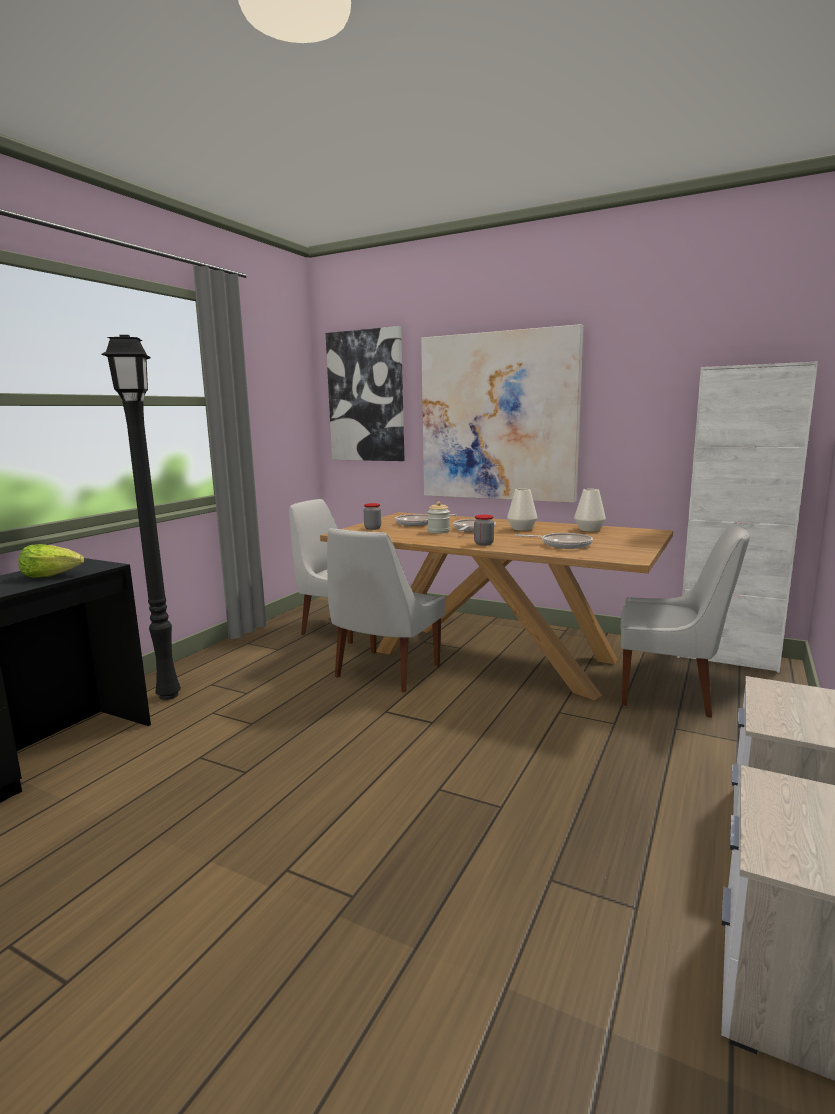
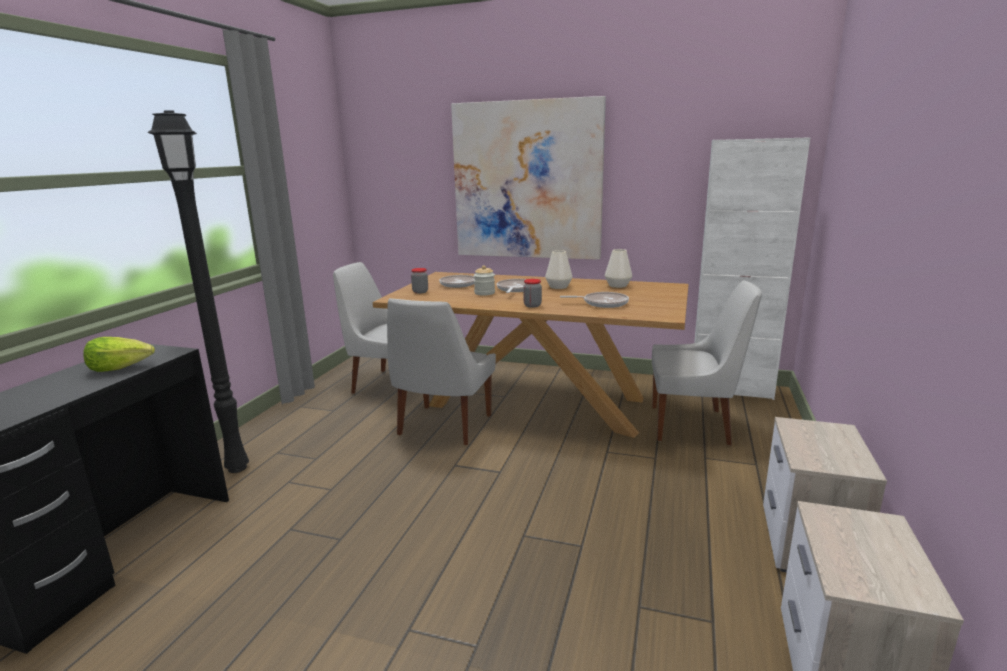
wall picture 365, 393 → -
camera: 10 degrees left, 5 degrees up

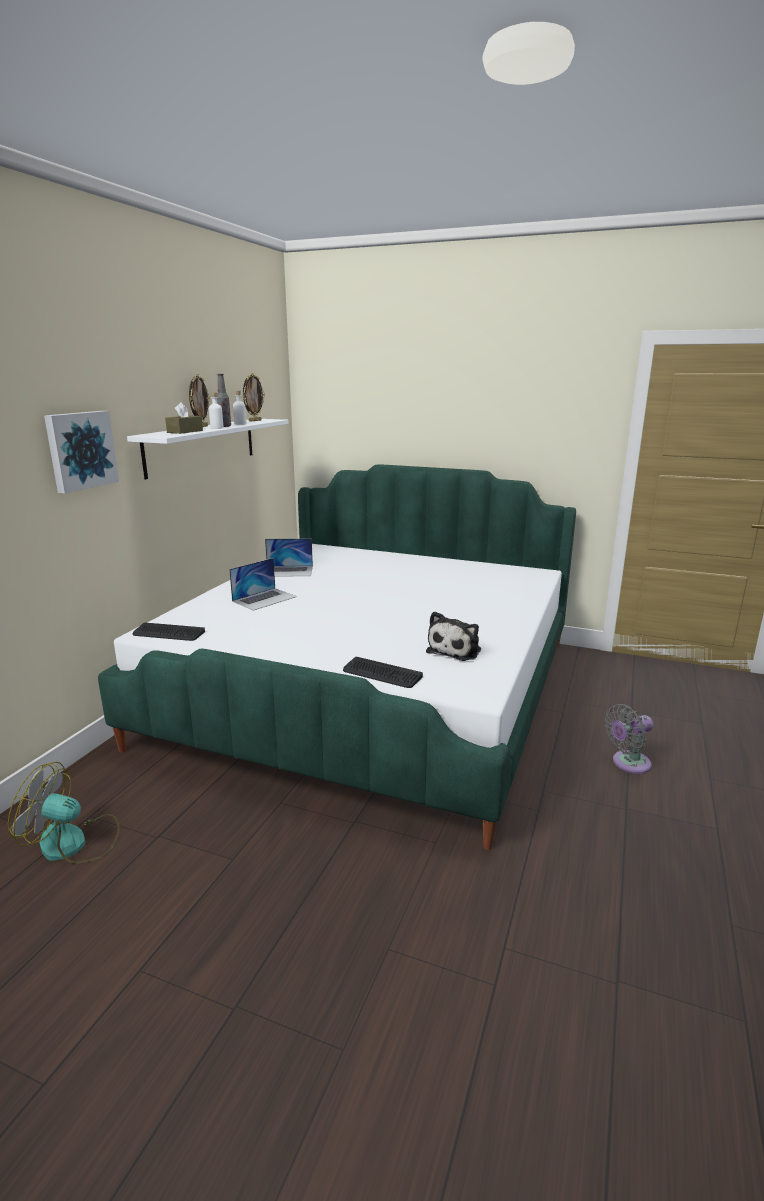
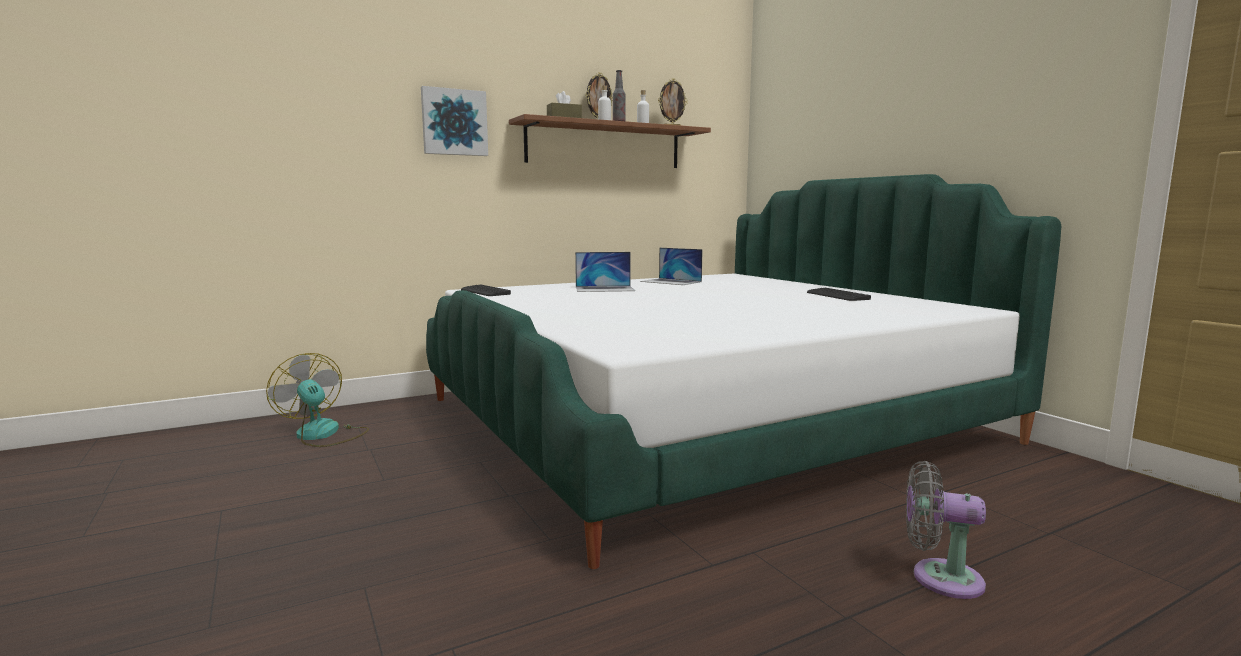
bracket shelf/whitish 208, 449 → bracket shelf/brown 610, 141
computer keyboard 383, 672 → computer keyboard 839, 294, shifted
cuddly toy 453, 636 → -
camera: 40 degrees right, 10 degrees down

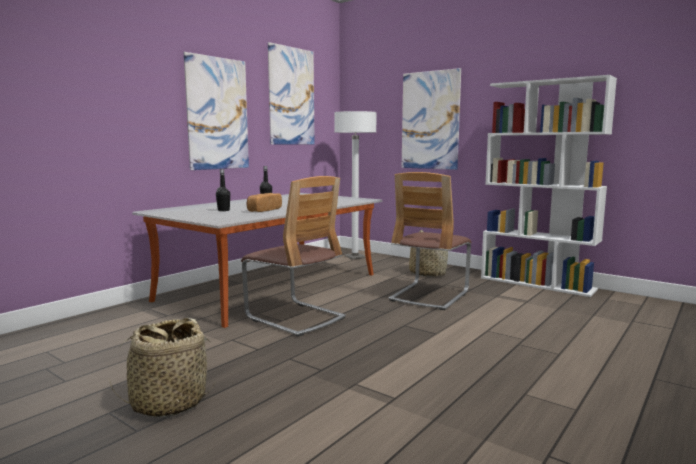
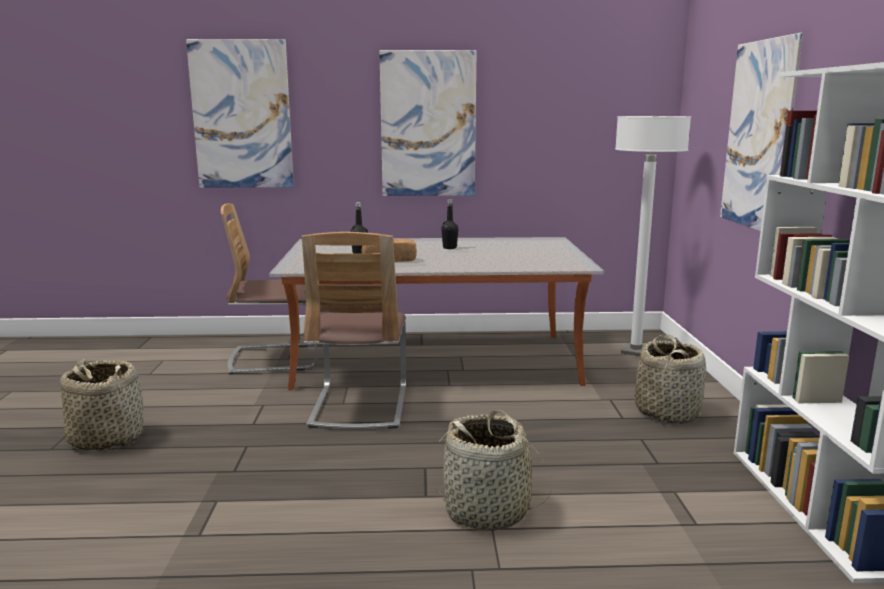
wall picture 291, 93 → wall picture 240, 113, shifted
plain chair 430, 241 → plain chair 269, 289, shifted
- → household basket 493, 470
camera: 50 degrees right, 5 degrees up

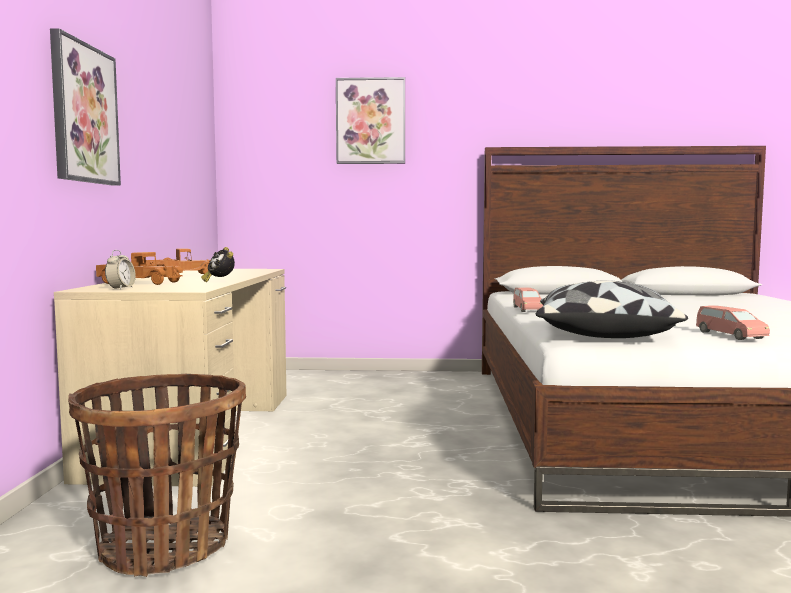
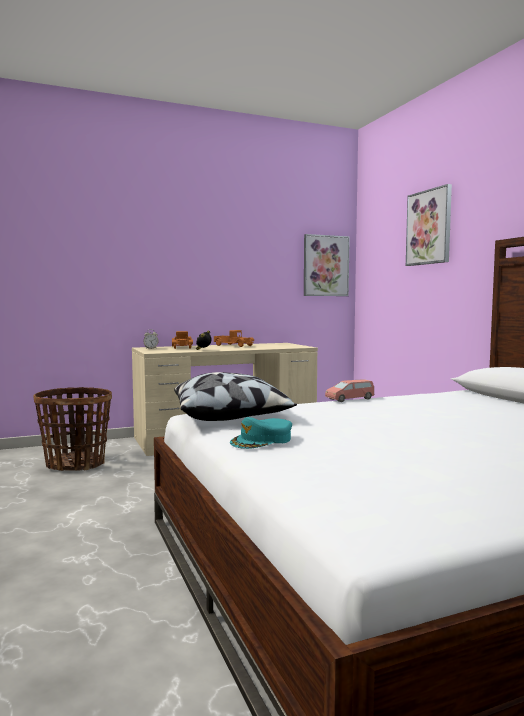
wall picture 85, 107 → wall picture 327, 265, shifted
model car/pink 733, 323 → baseball cap/blue-green 261, 433
camera: 65 degrees right, 0 degrees up

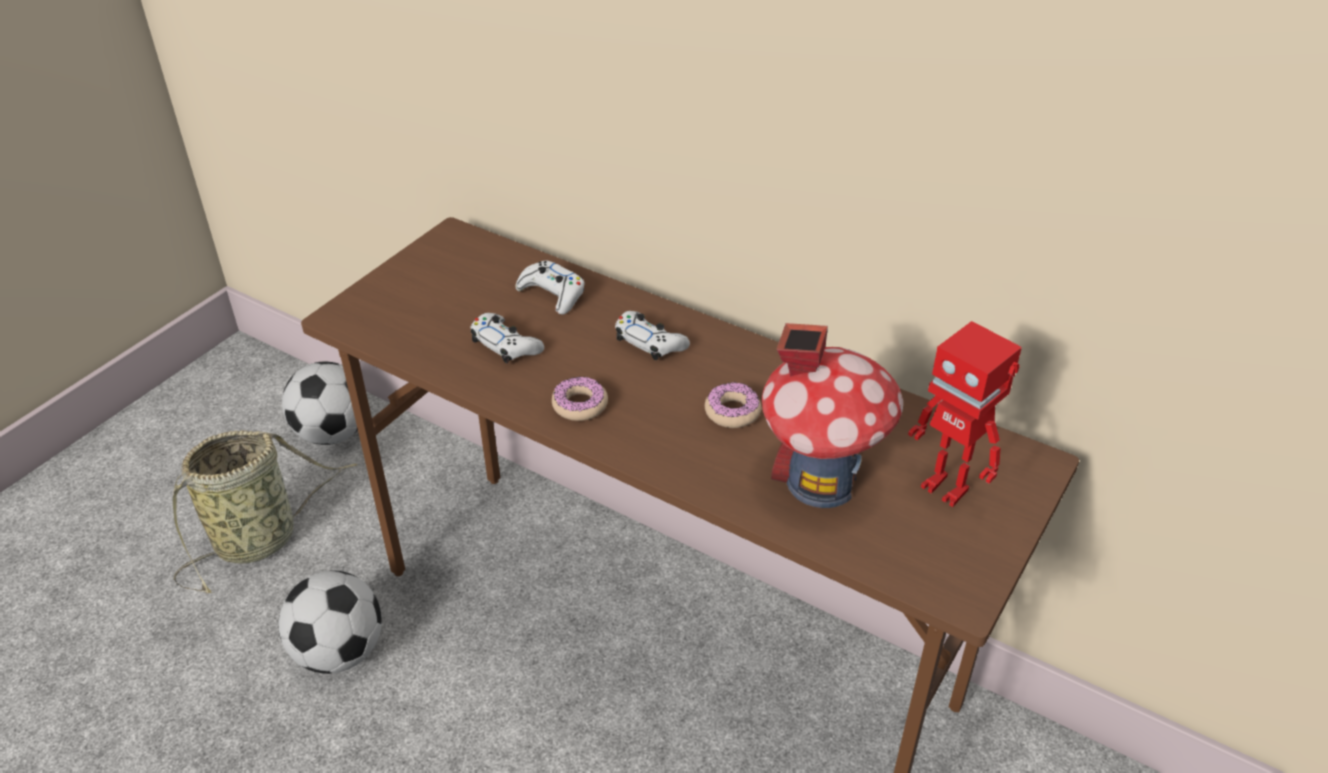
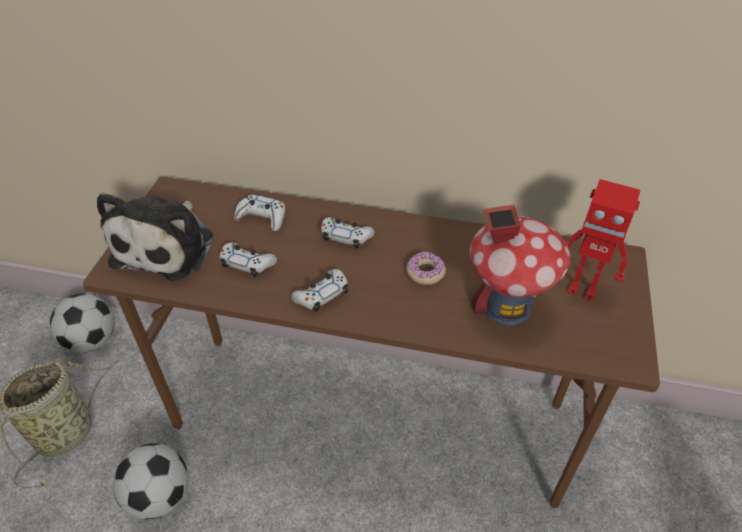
ring doughnut 580, 398 → gamepad/whitish 319, 290
- → cuddly toy 155, 237
camera: 20 degrees left, 5 degrees up

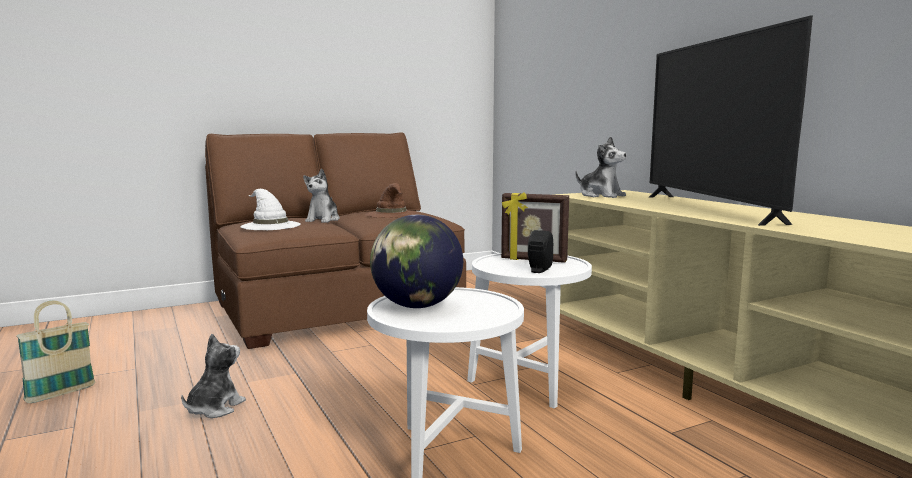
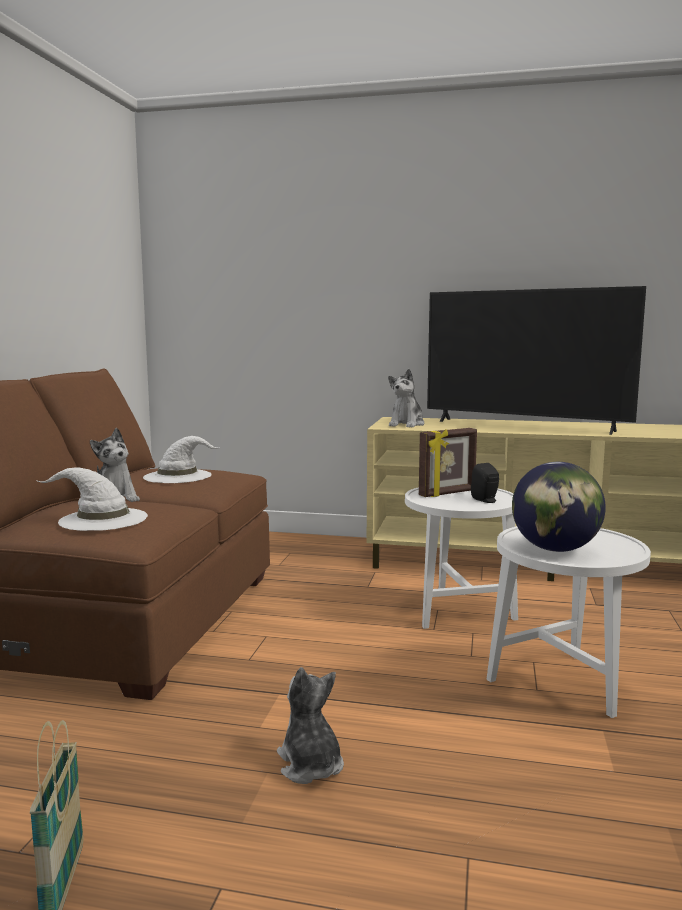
wearable hat/brown 391, 200 → wearable hat/whitish 181, 459
cuddly toy 601, 167 → cuddly toy 406, 398, 120 degrees clockwise
camera: 50 degrees left, 0 degrees up

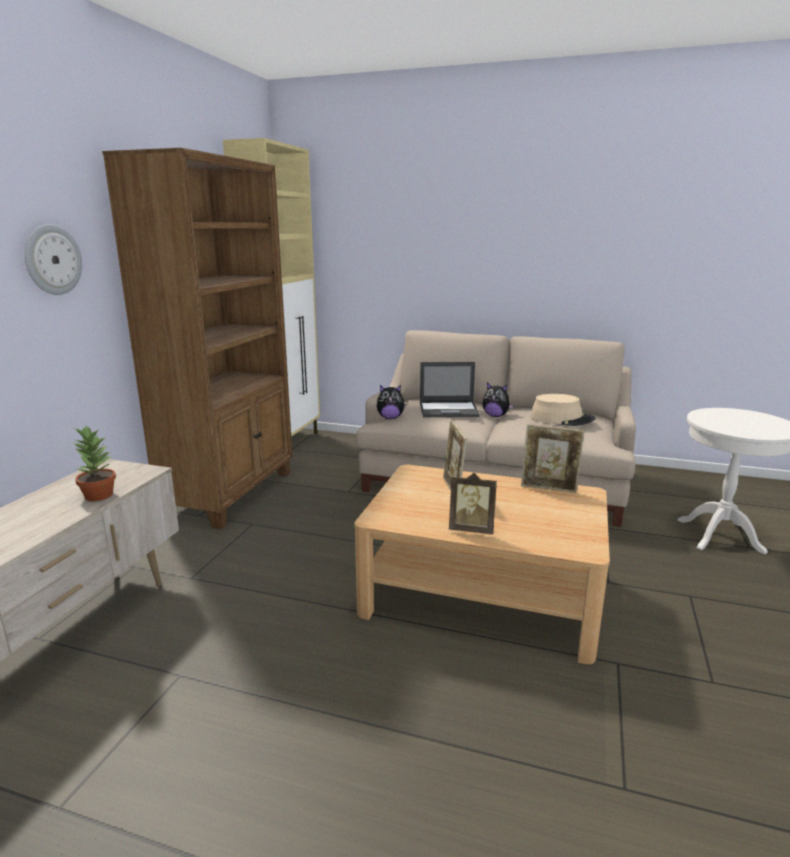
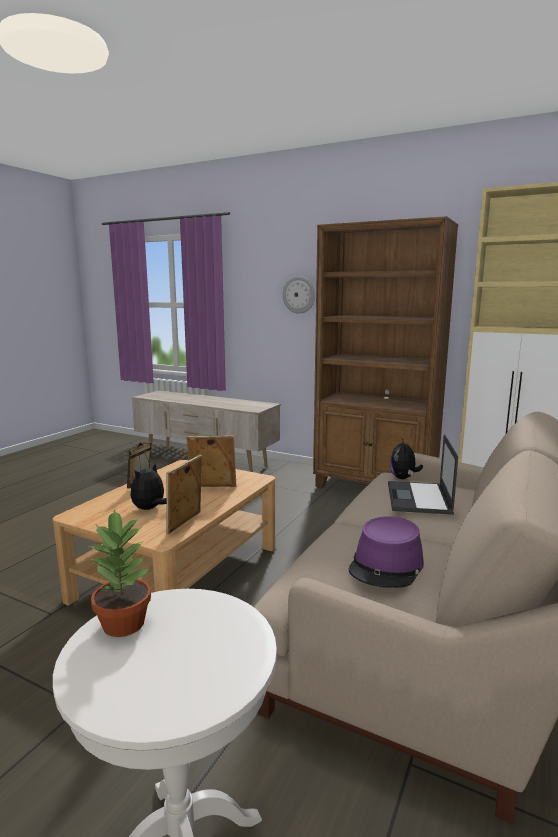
houseplant 95, 463 → houseplant 120, 573, shifted
cuddly toy 498, 400 → cuddly toy 148, 487, shifted
wearable hat/beige 563, 410 → wearable hat/purple 386, 552
camera: 100 degrees right, 5 degrees down

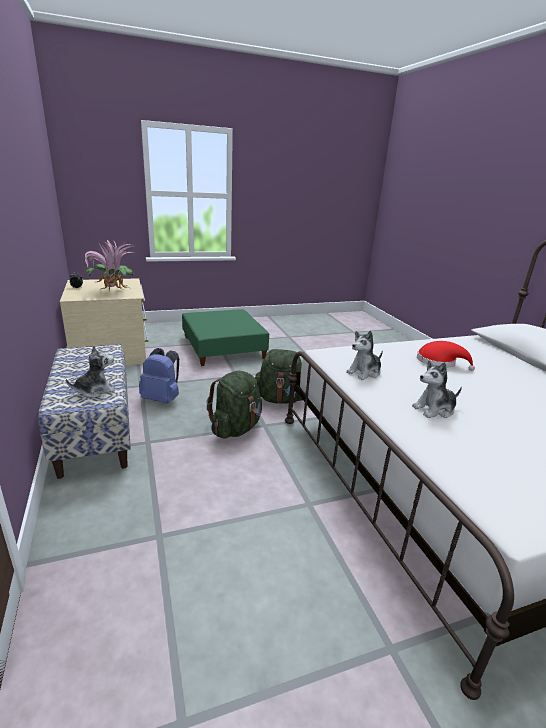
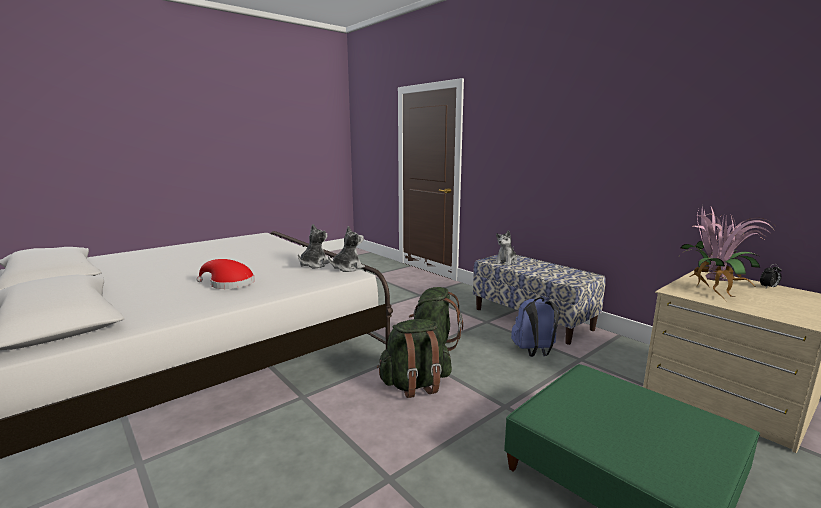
cuddly toy 437, 389 → cuddly toy 346, 249, shifted
camera: 160 degrees right, 10 degrees down

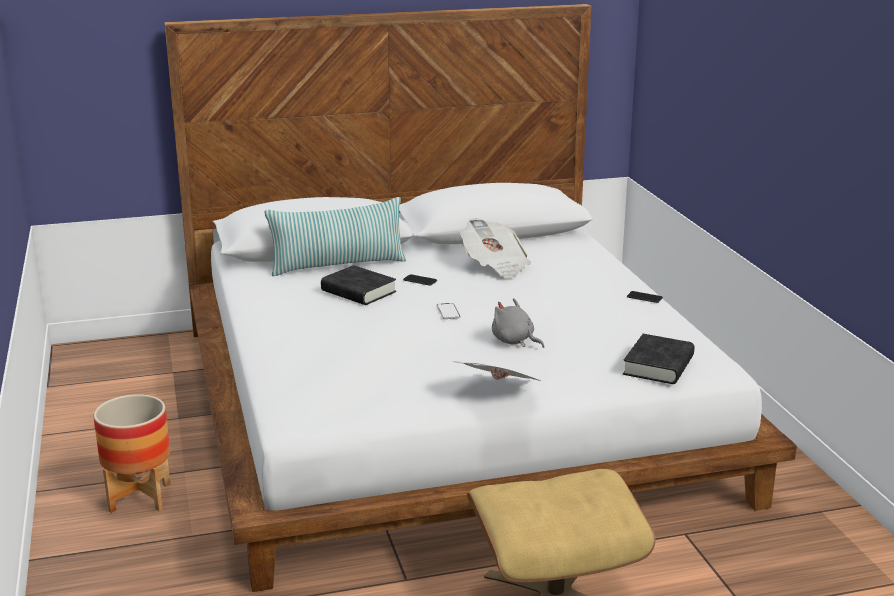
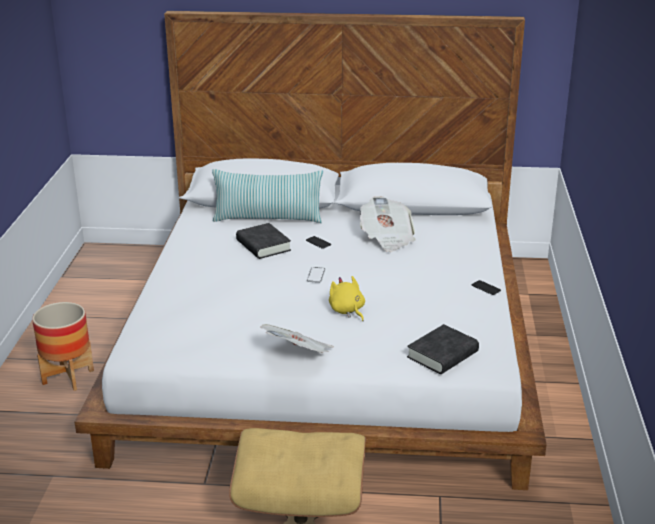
cuddly toy/gray 518, 323 → cuddly toy/yellow-coloured 347, 298
camera: 20 degrees right, 5 degrees up

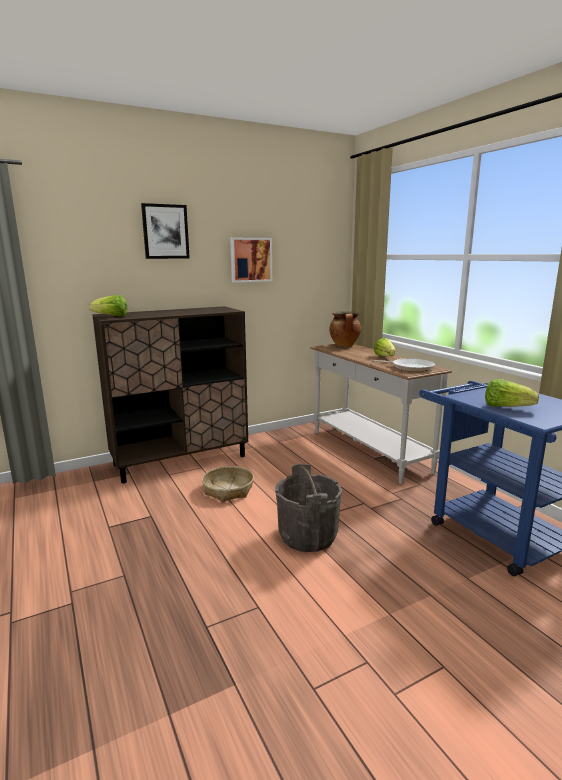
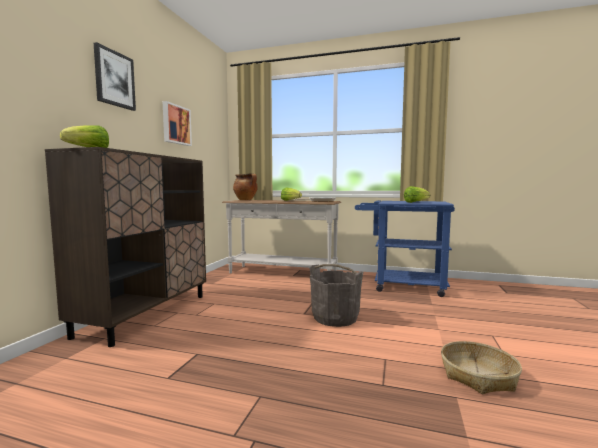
household basket 228, 484 → household basket 481, 367, shifted
camera: 45 degrees left, 10 degrees down

